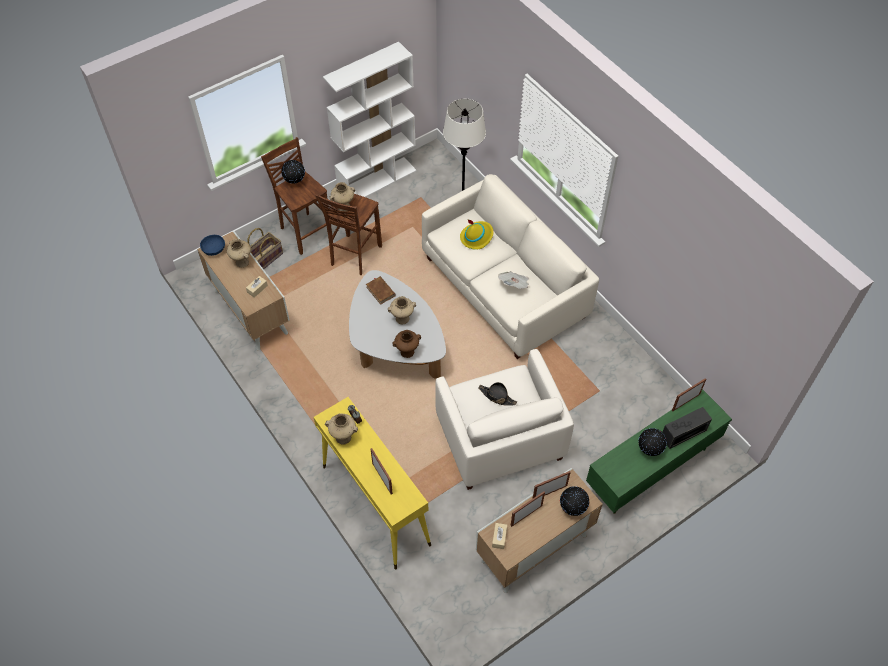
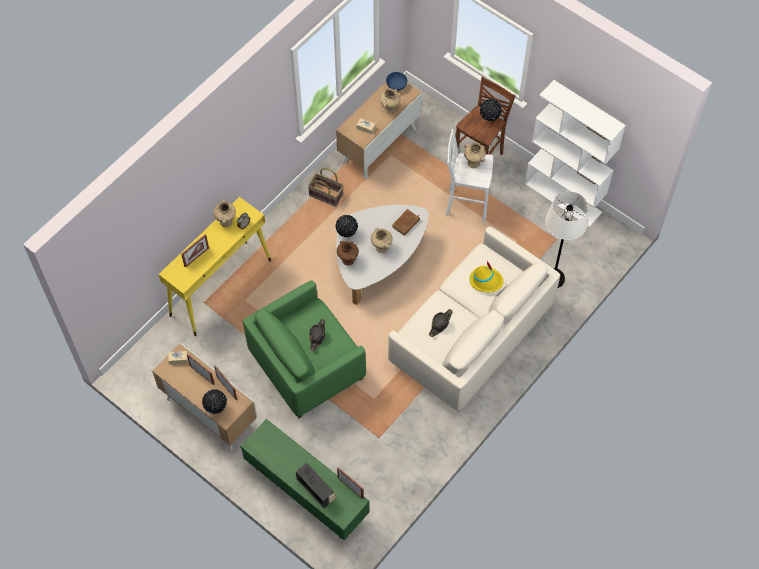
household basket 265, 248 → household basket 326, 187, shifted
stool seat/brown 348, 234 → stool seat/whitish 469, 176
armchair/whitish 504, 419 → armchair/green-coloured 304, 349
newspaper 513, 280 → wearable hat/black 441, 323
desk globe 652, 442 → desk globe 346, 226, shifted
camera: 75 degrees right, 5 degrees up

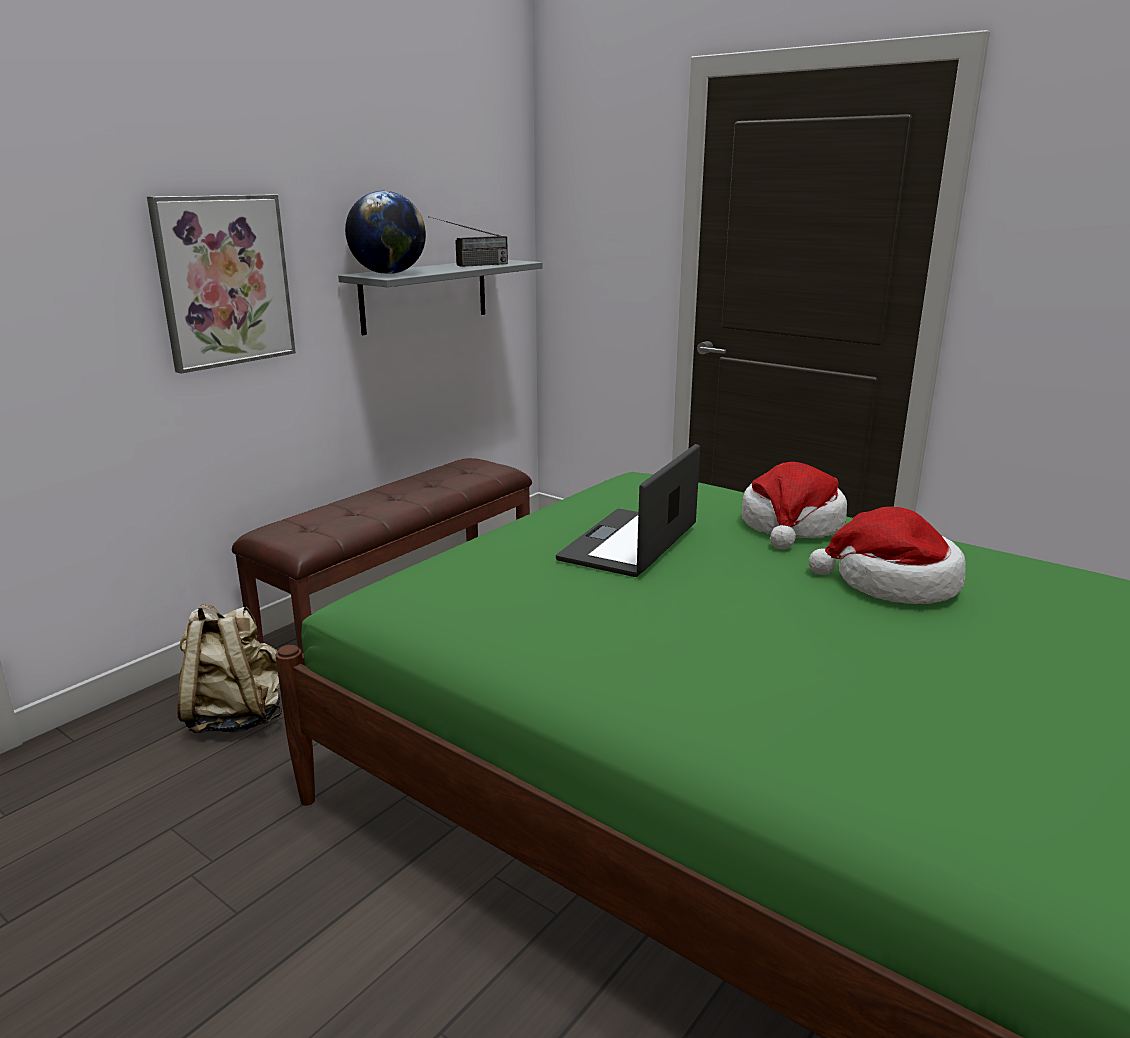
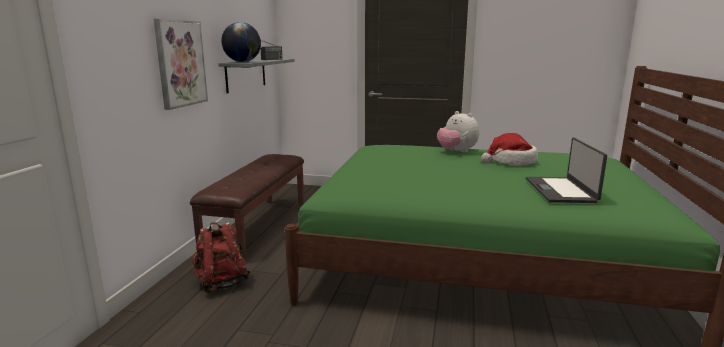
knapsack/beige 229, 668 → knapsack/red 222, 257
laptop 628, 510 → laptop 566, 170, shifted
wearable hat 794, 506 → cuddly toy 458, 132
camera: 25 degrees left, 5 degrees down

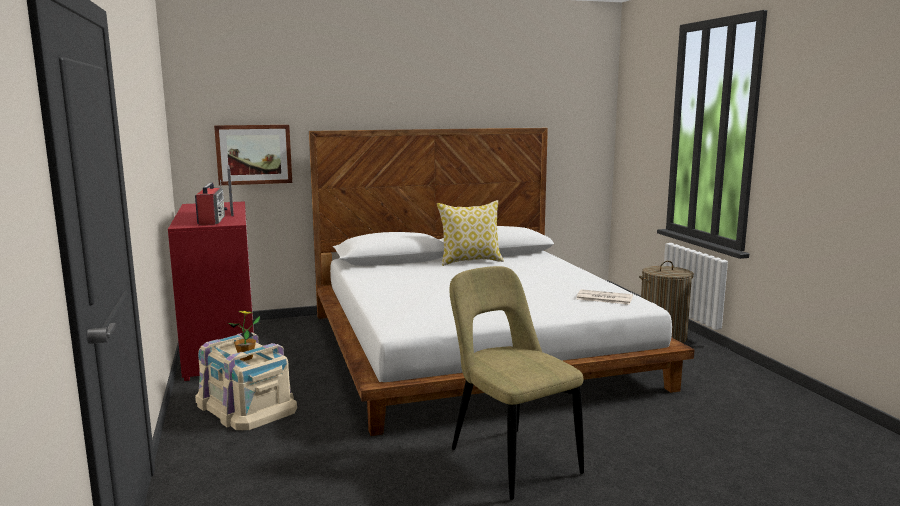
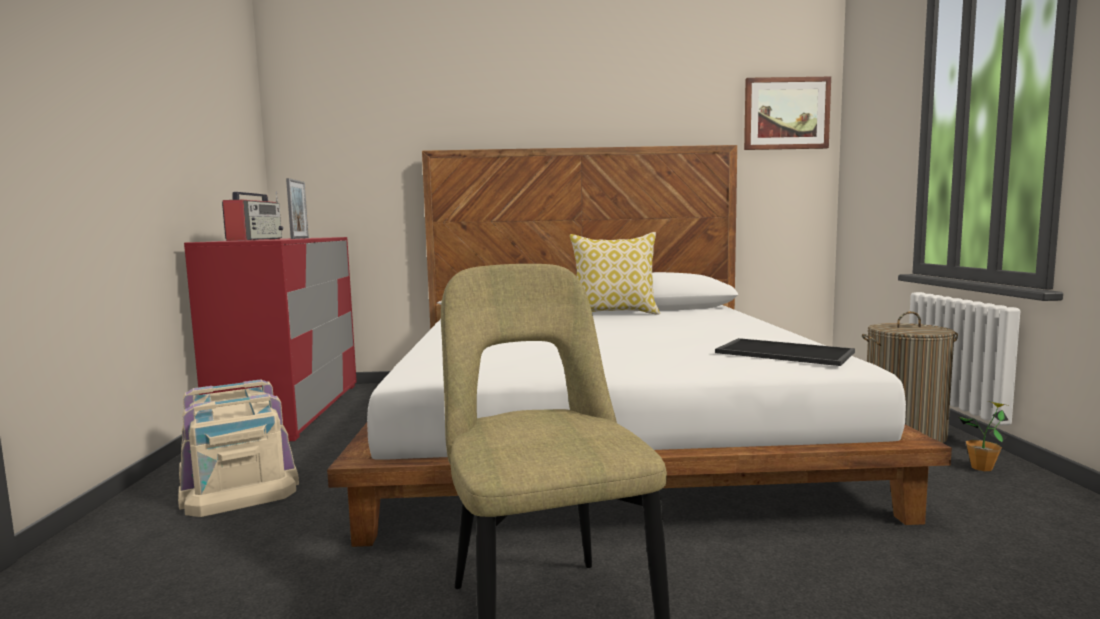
wall picture 253, 155 → wall picture 787, 113, shifted
houseplant 244, 336 → houseplant 984, 436, shifted
newspaper 604, 297 → serving tray 785, 352
camera: 15 degrees right, 5 degrees down

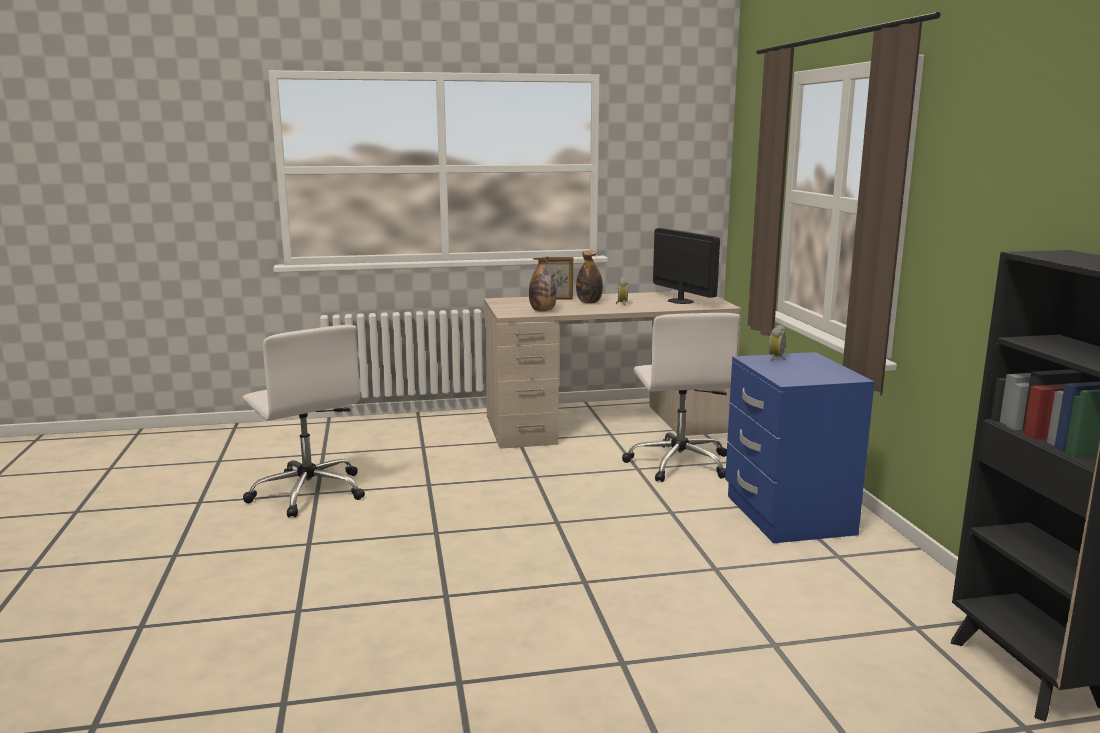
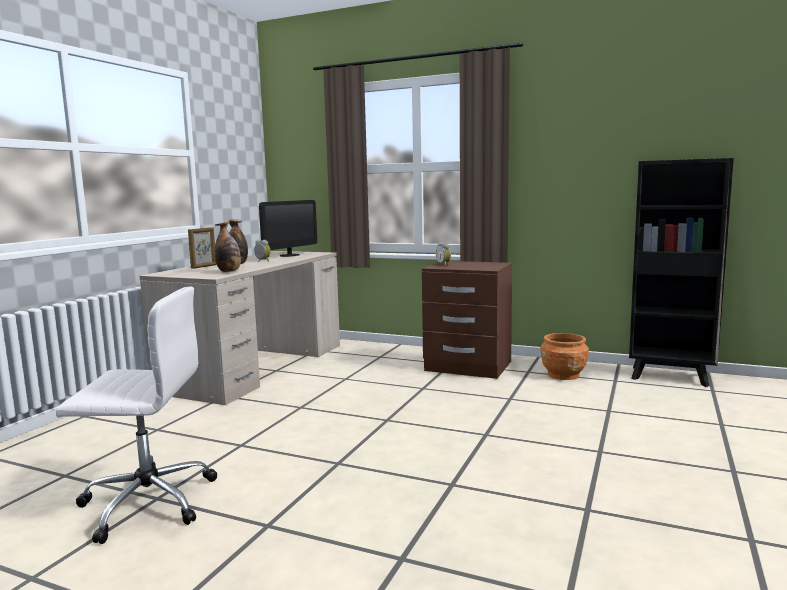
office chair/whitish 681, 397 → -
computer display 686, 266 → computer display 288, 228, 120 degrees clockwise
night table/bluish 800, 447 → night table/brown 467, 320
- → planter/orange 565, 356
camera: 55 degrees left, 5 degrees down

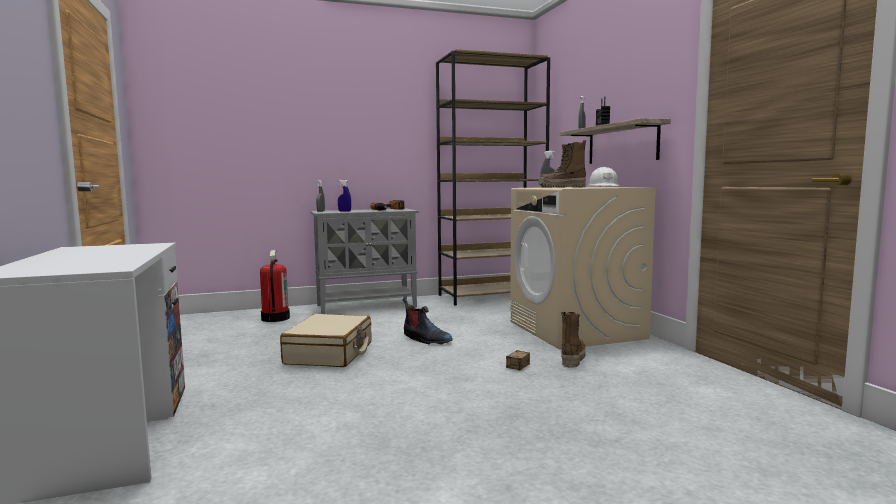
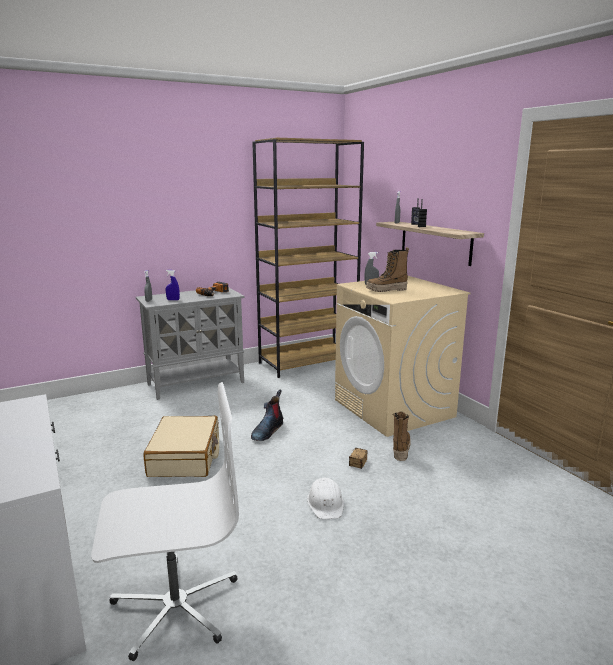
fire extinguisher 275, 286 → -
high-top boot 427, 321 → high-top boot 267, 415, 90 degrees clockwise
work helmet/whitish 603, 177 → work helmet/whitish 325, 498, shifted
- → office chair/whitish 165, 521
camera: 10 degrees left, 10 degrees up

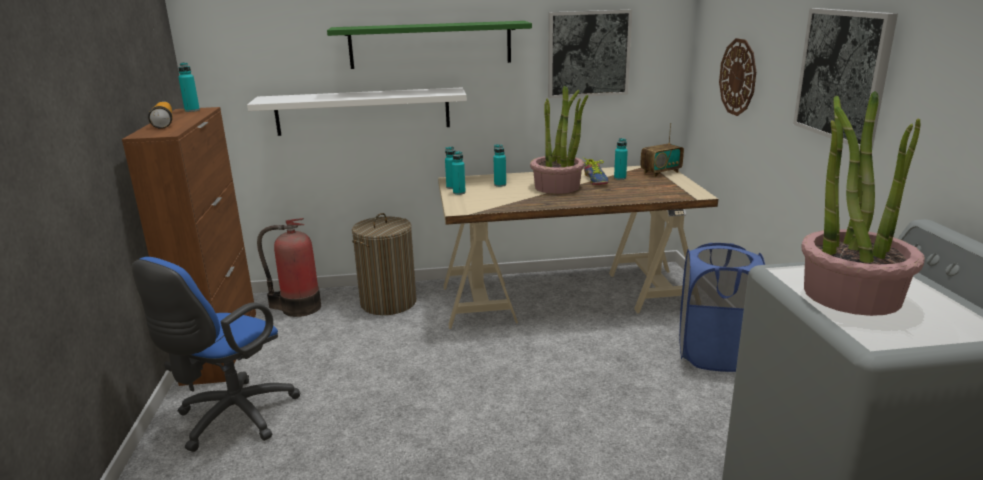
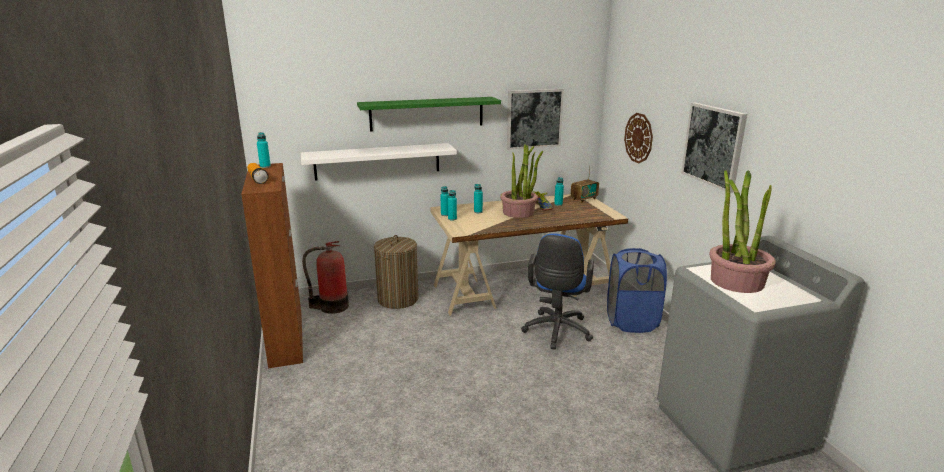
office chair/bluish 216, 354 → office chair/bluish 557, 291, shifted
camera: 10 degrees left, 0 degrees up

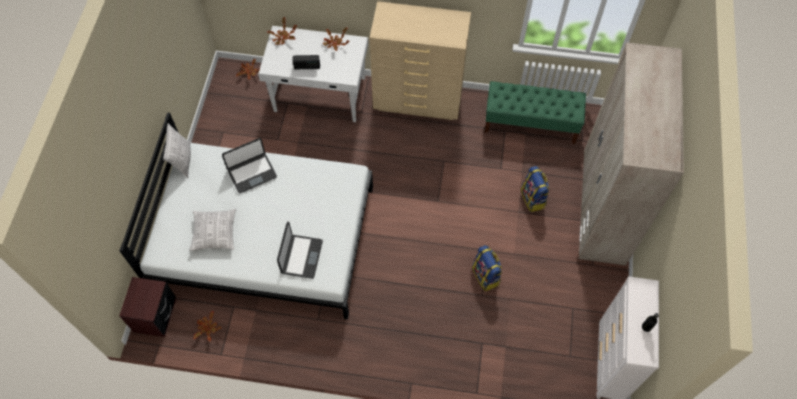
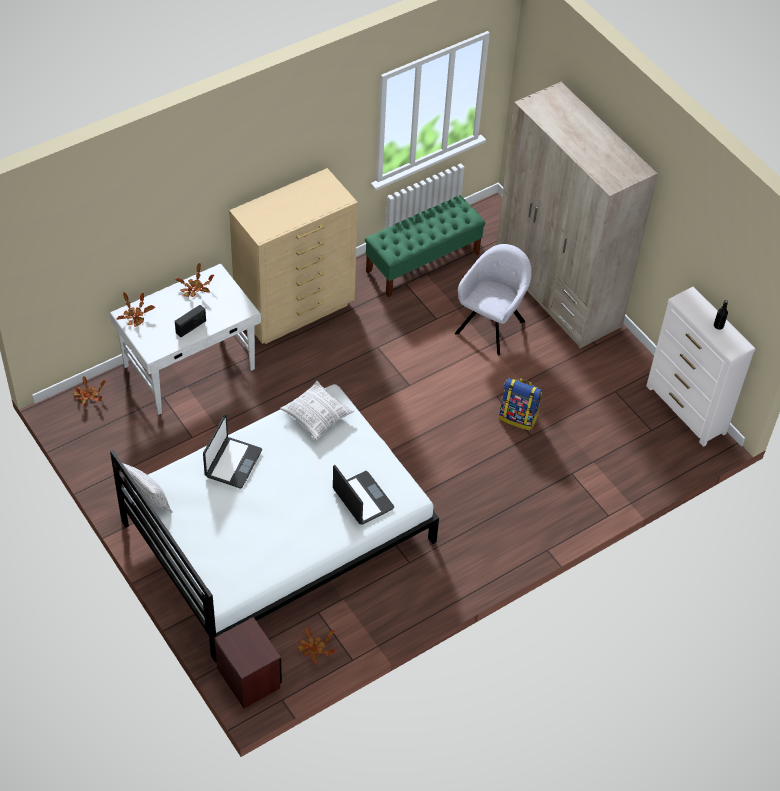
cushion 212, 230 → cushion 317, 410, shifted
knapsack 535, 189 → armchair/gray 493, 300
camera: 45 degrees left, 10 degrees down

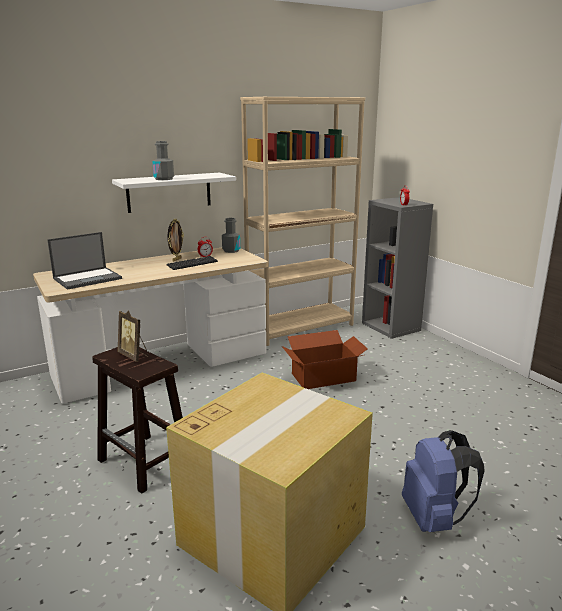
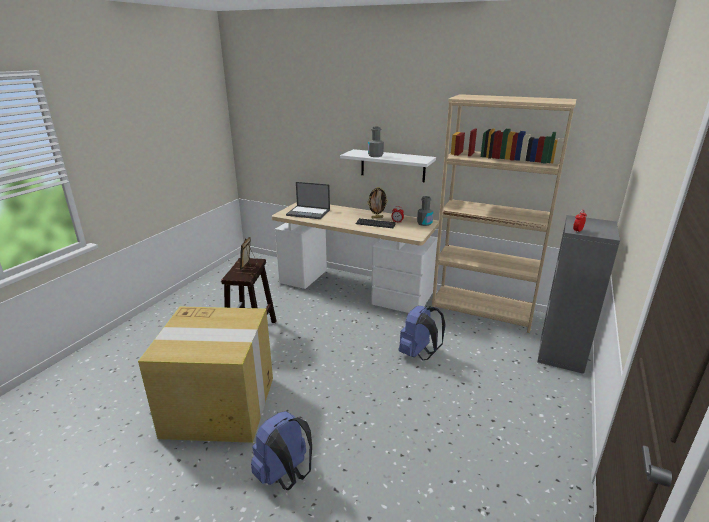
packing box 325, 359 → knapsack/bluish 422, 333
camera: 55 degrees right, 5 degrees up

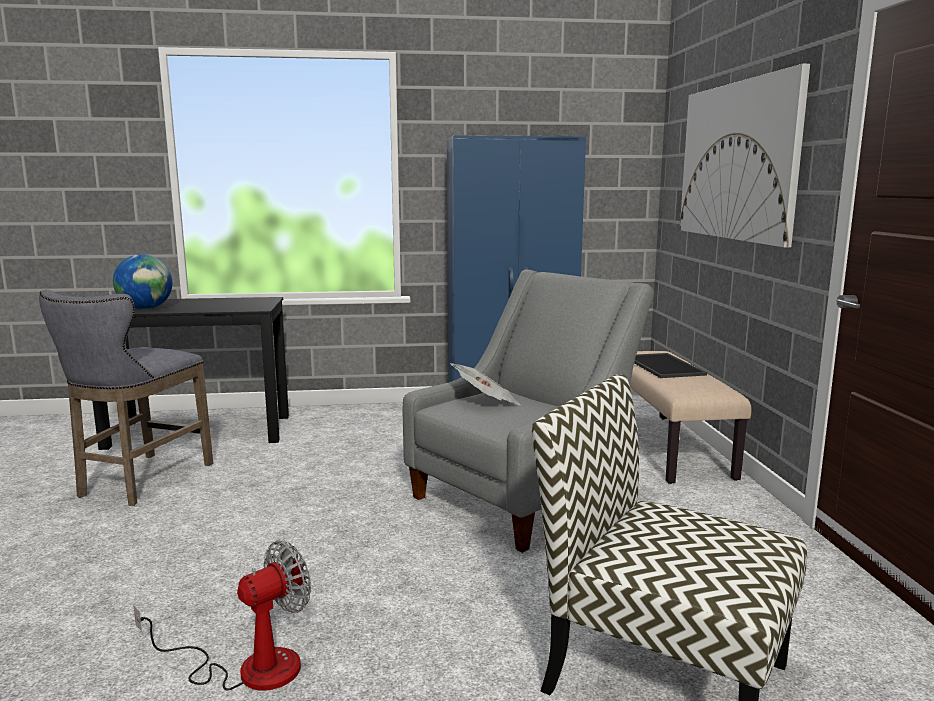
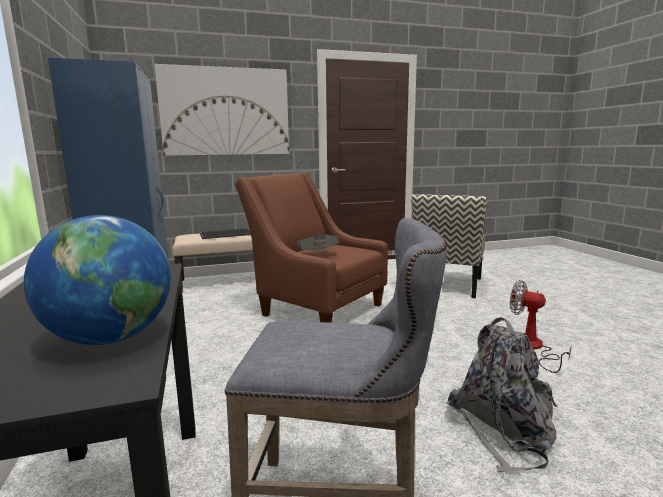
armchair/gray 528, 411 → armchair/brown 311, 248
- → knapsack/gray 502, 394
camera: 100 degrees left, 0 degrees up

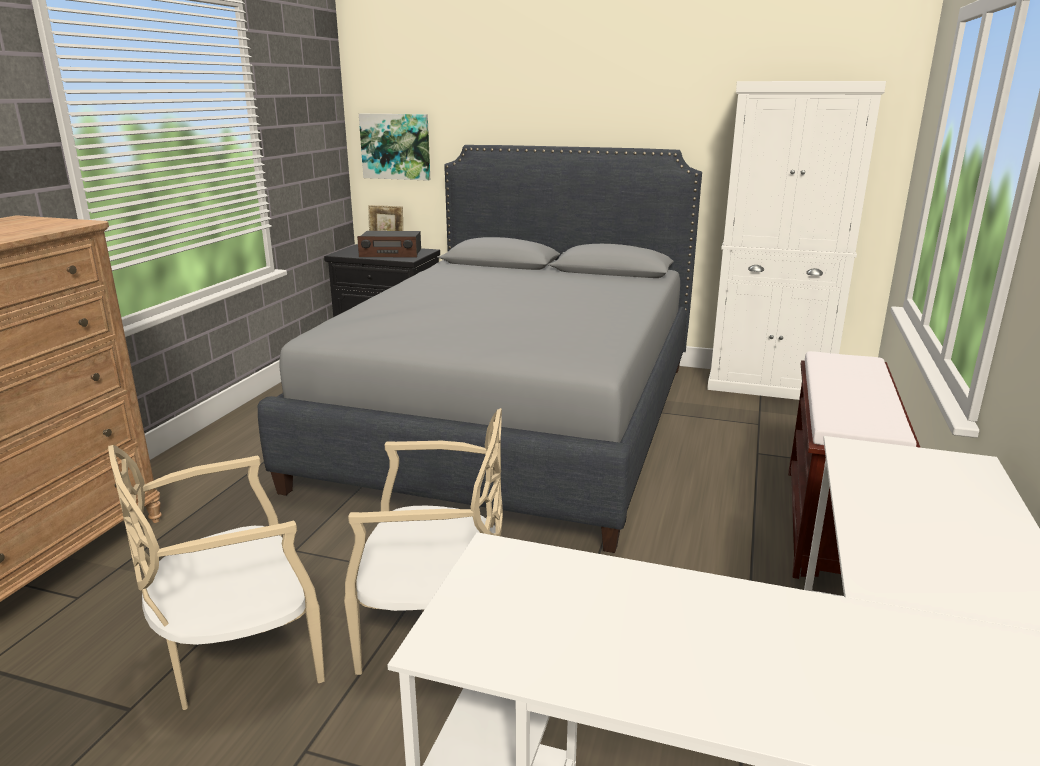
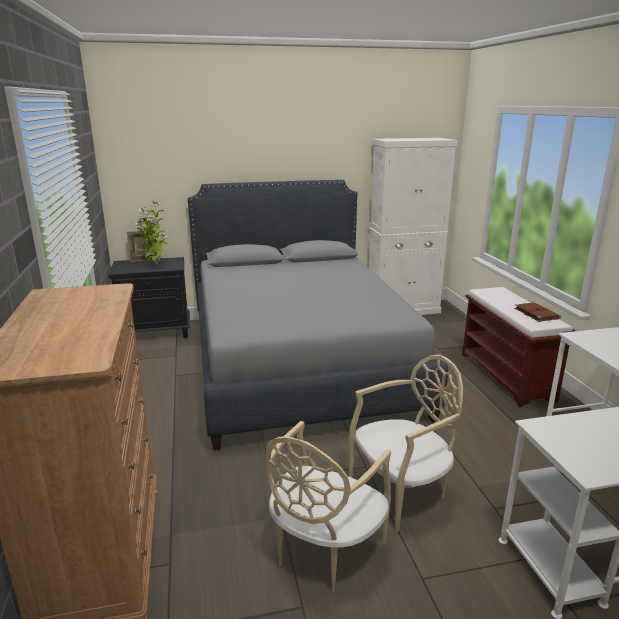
radio set 389, 244 → houseplant 151, 233
wall picture 394, 147 → -
- → bound book/brown 537, 312
camera: 30 degrees left, 0 degrees up

